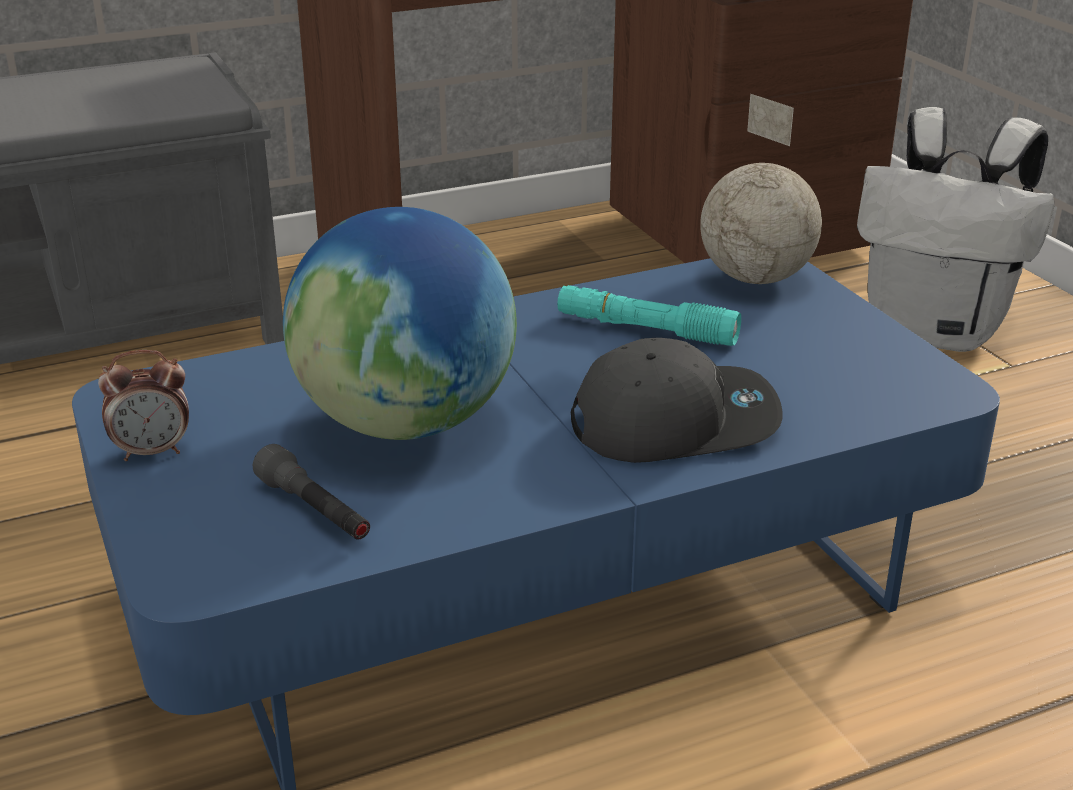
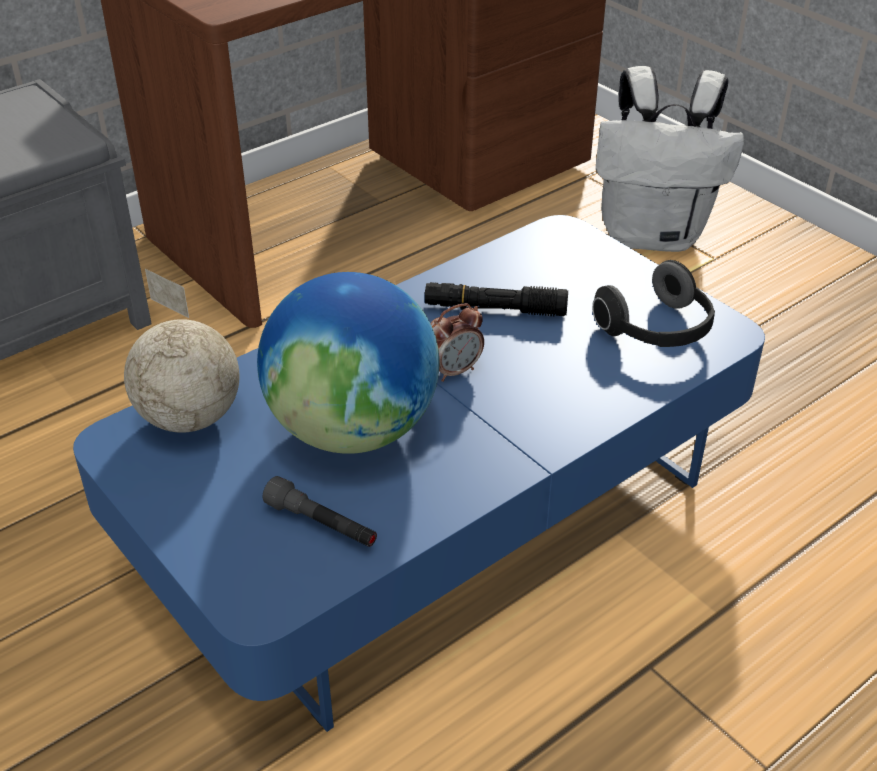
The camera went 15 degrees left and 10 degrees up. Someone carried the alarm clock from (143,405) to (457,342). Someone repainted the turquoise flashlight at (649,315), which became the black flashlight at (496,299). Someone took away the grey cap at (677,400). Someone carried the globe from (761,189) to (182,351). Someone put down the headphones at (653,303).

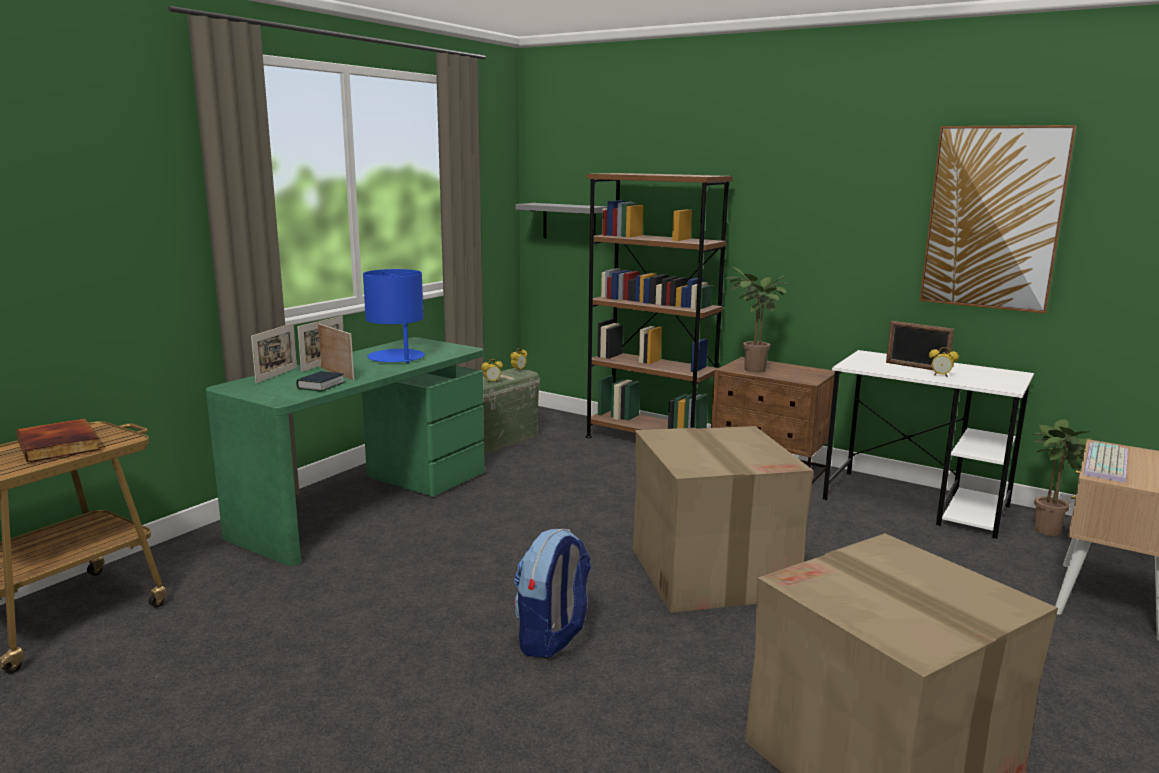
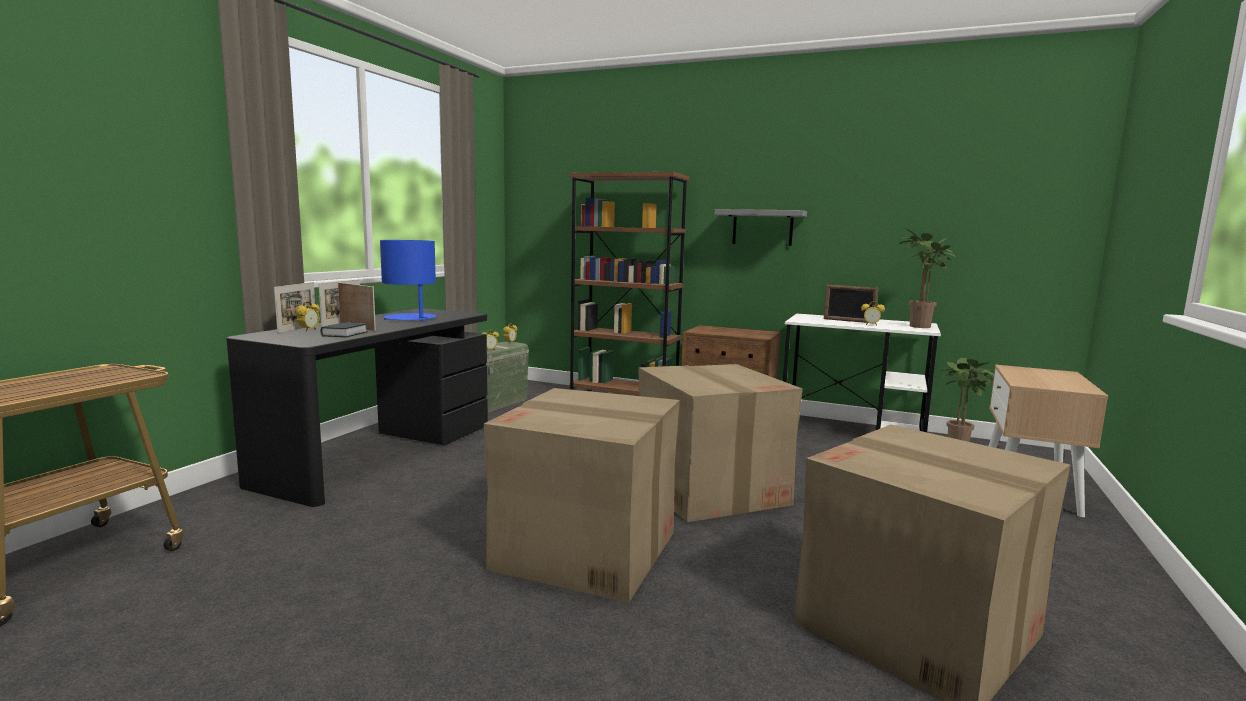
The camera went 10 degrees left and 5 degrees down. Someone took away the book at (58,440). Someone repainted the green desk at (345,451), which became the black desk at (357,407). Someone swapped the backpack at (552,593) for the cardboard box at (582,495). Someone carried the grey shelf from (561,220) to (761,227). Someone carried the potted plant from (758,320) to (927,278). Someone took away the picture at (998,219). Someone took away the keyboard at (1105,462). Someone put down the alarm clock at (307,316).

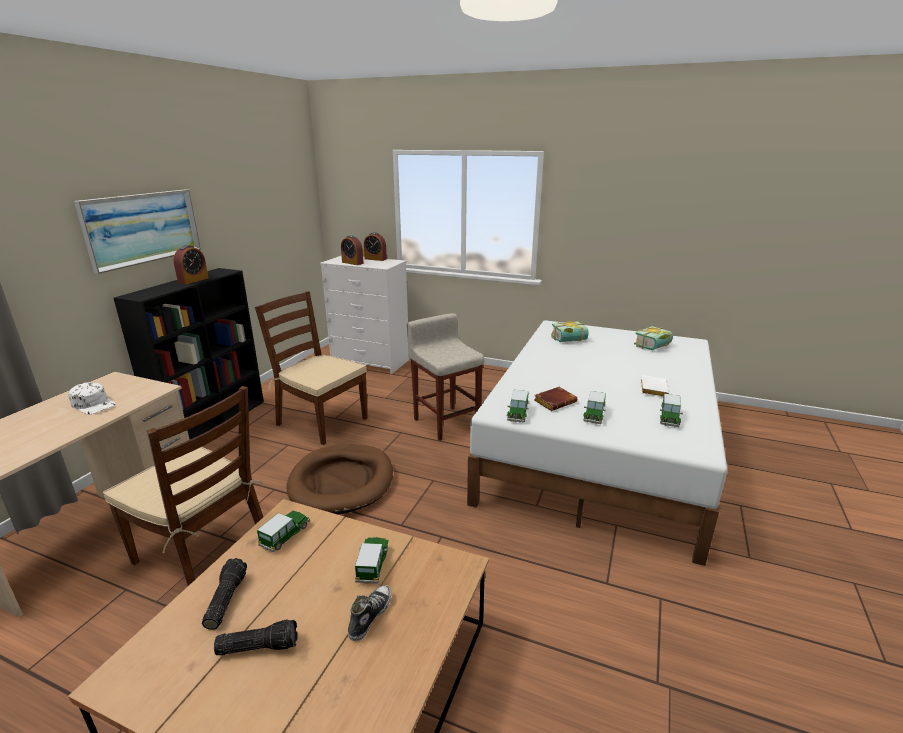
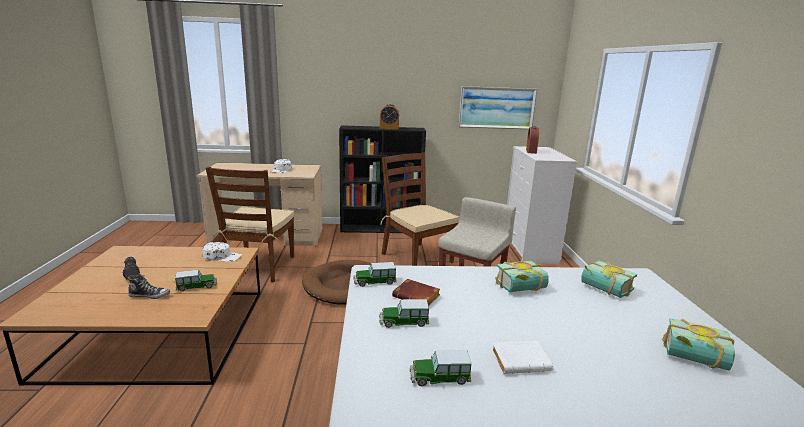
The camera went 65 degrees right and 5 degrees down. Someone carried the picture from (137,231) to (498,107). Someone took away the flashlight at (224,594). Someone rotated the brown chair at (311,368) by 45 degrees counterclockwise. Someone swapped the toy car at (283,531) for the white cap at (222,252). Someone took away the alarm clock at (375,246). Someone put down the book at (522,276).

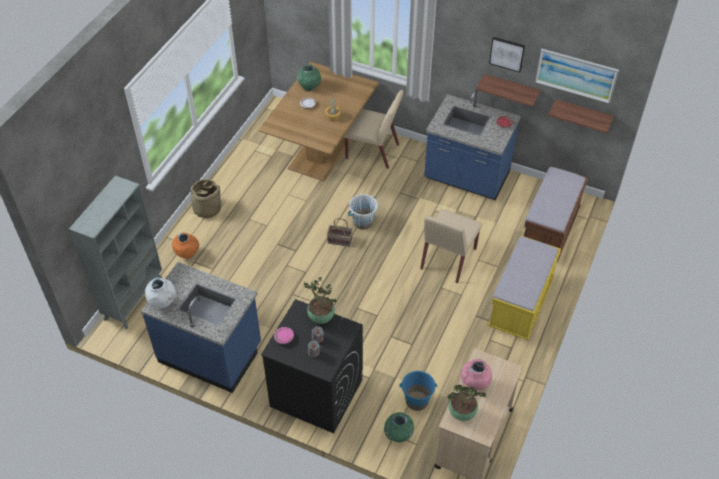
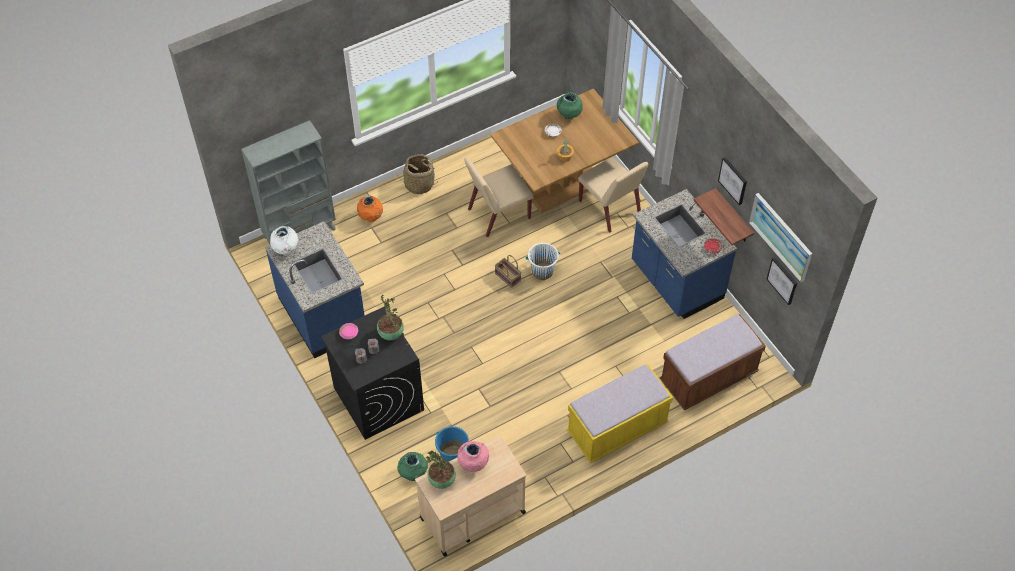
The camera went 35 degrees right and 5 degrees up. Someone carried the beige chair from (451,246) to (498,197). Someone swapped the shelf at (581,116) for the picture at (782,281).

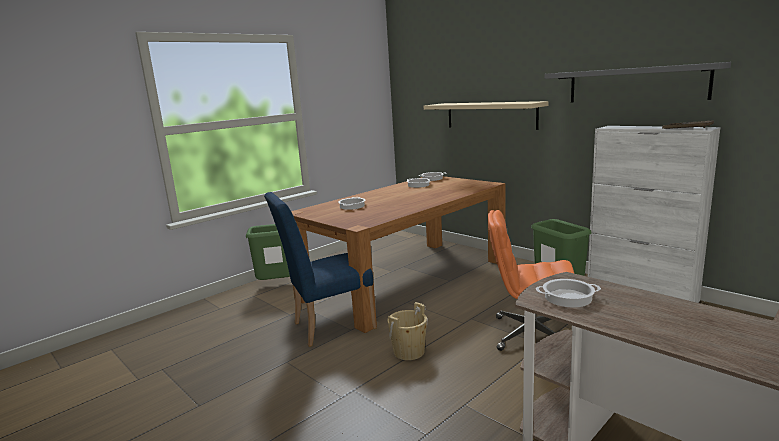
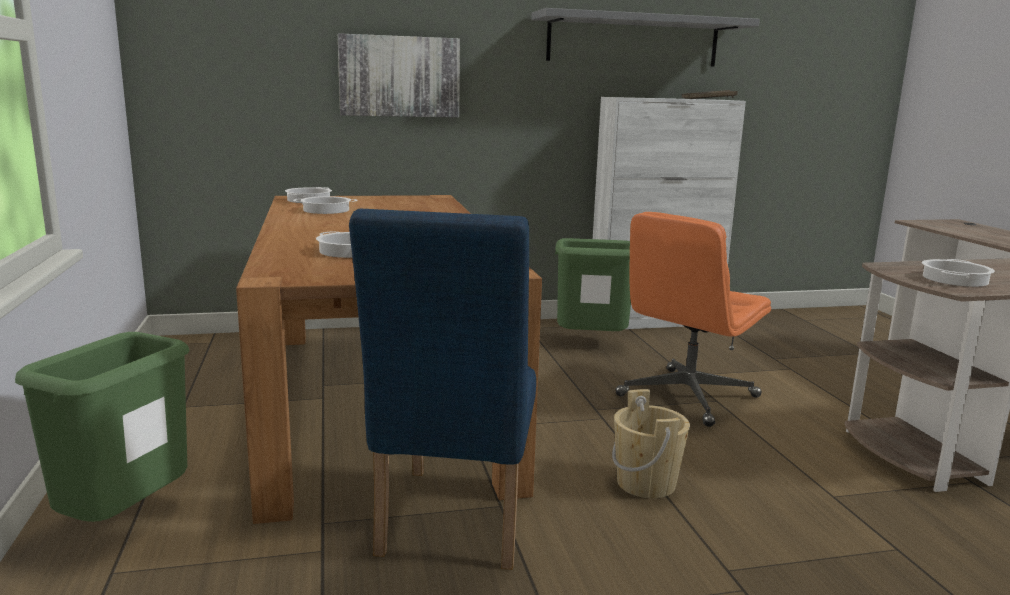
The camera went 60 degrees left and 0 degrees up. Someone swapped the beige shelf at (486,115) for the picture at (399,75).

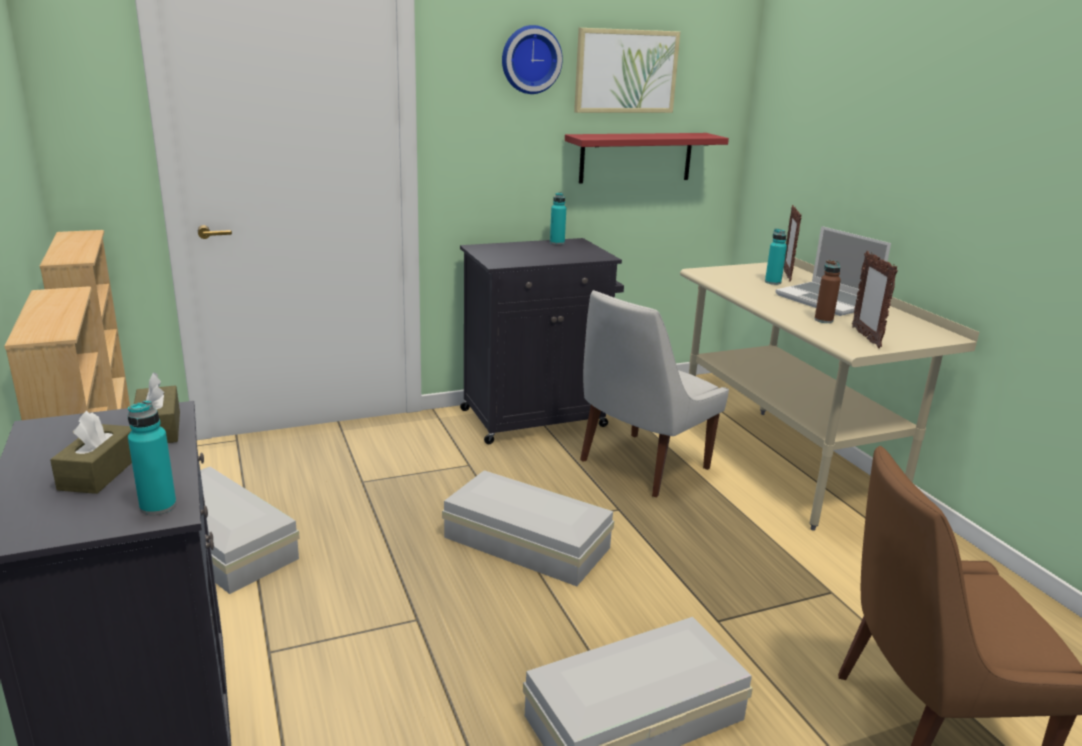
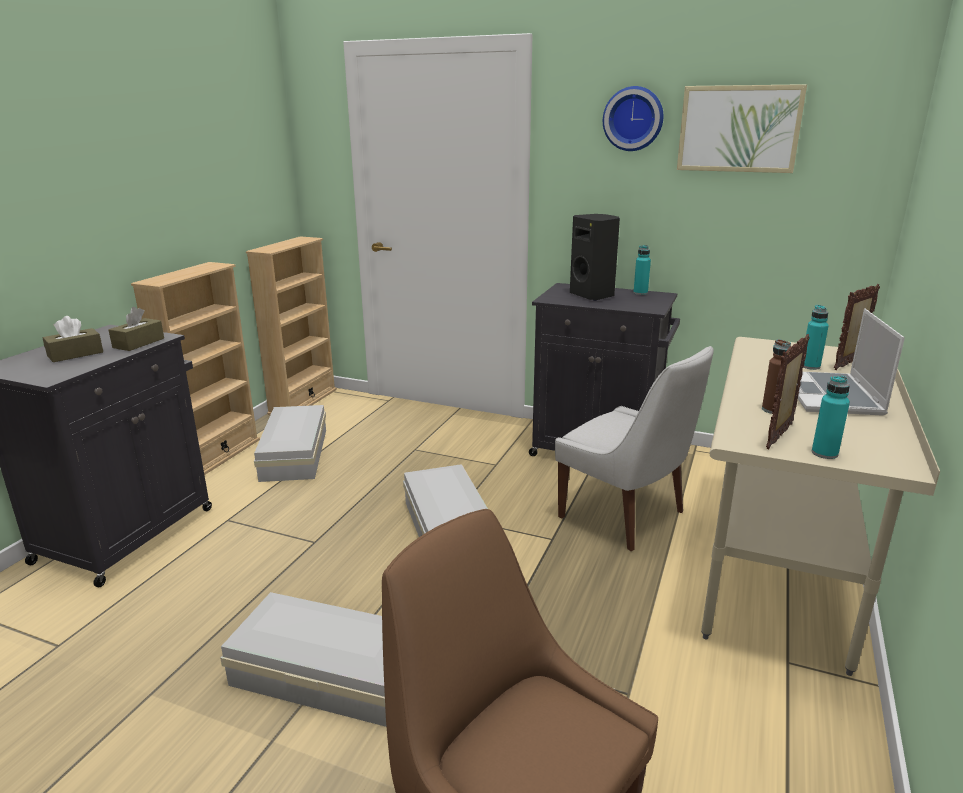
The camera went 45 degrees right and 0 degrees up. Someone carried the turquoise bottle from (151,457) to (831,417). Someone took away the red shelf at (647,158). Someone rotated the white chair at (654,393) by 135 degrees counterclockwise. Someone put down the black speaker at (595,257).

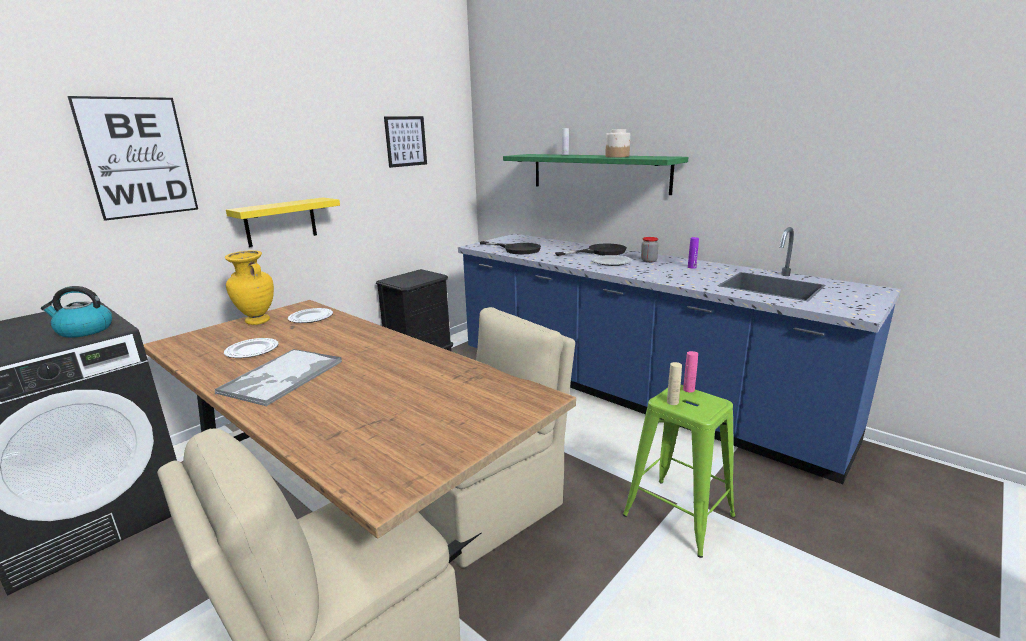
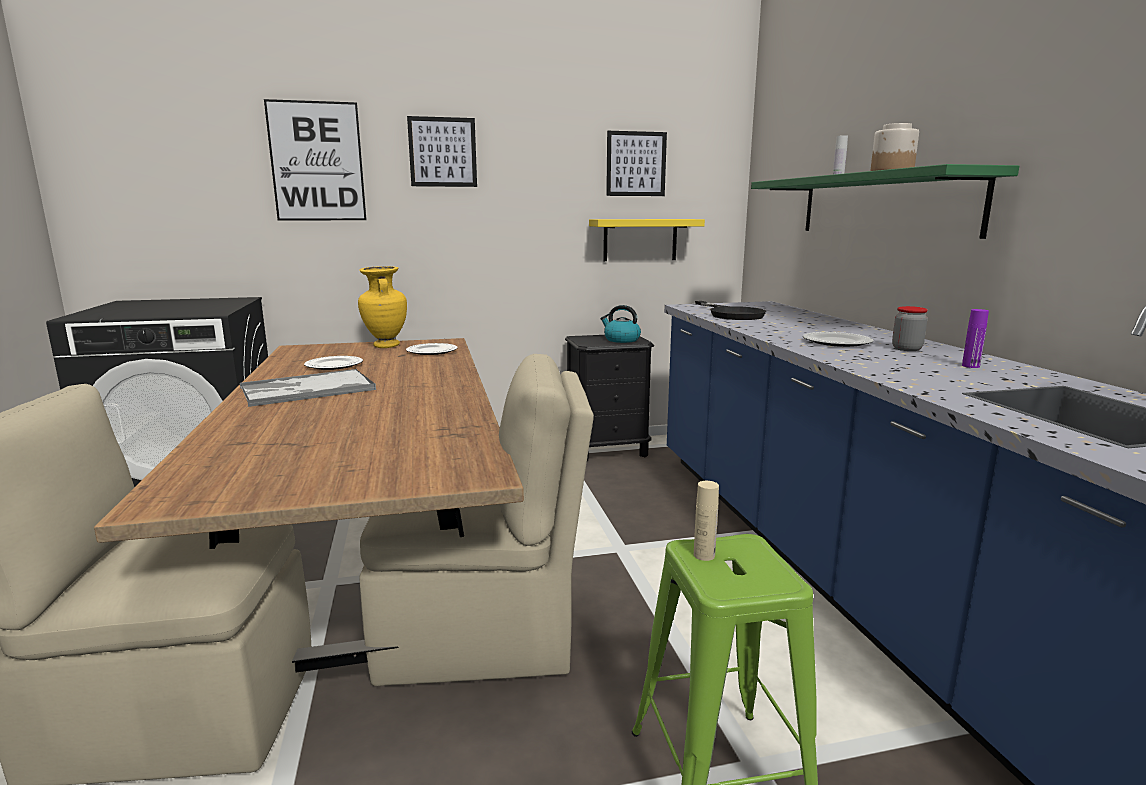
The camera went 35 degrees right and 5 degrees down. Someone carried the kettle from (76,312) to (620,324). Someone carried the yellow shelf from (283,222) to (647,240). Someone took away the black frying pan at (591,250). Someone took away the pink bottle at (690,371). Someone put up the picture at (442,151).

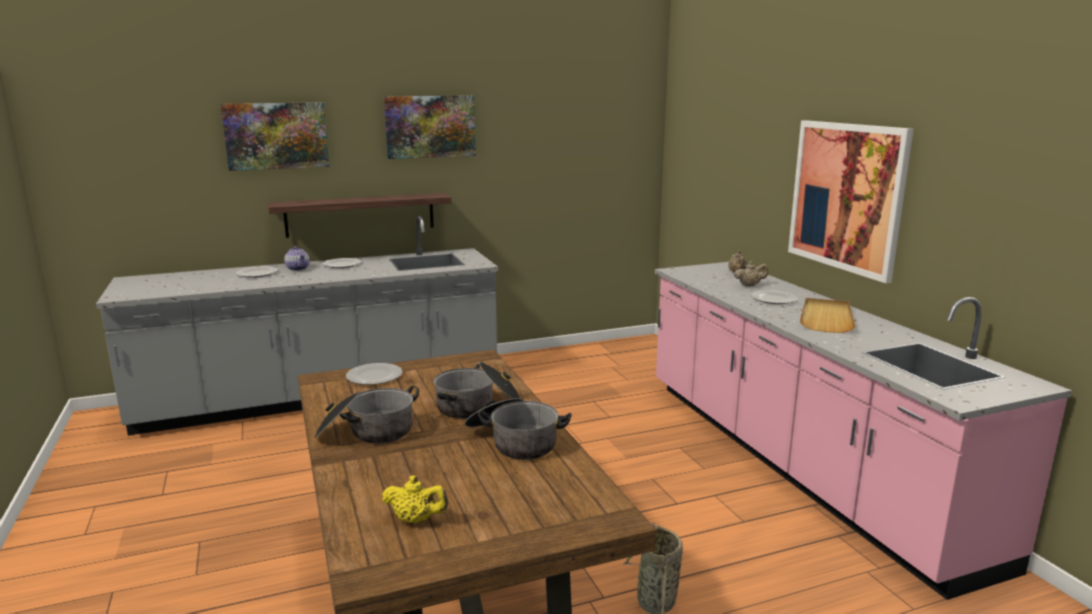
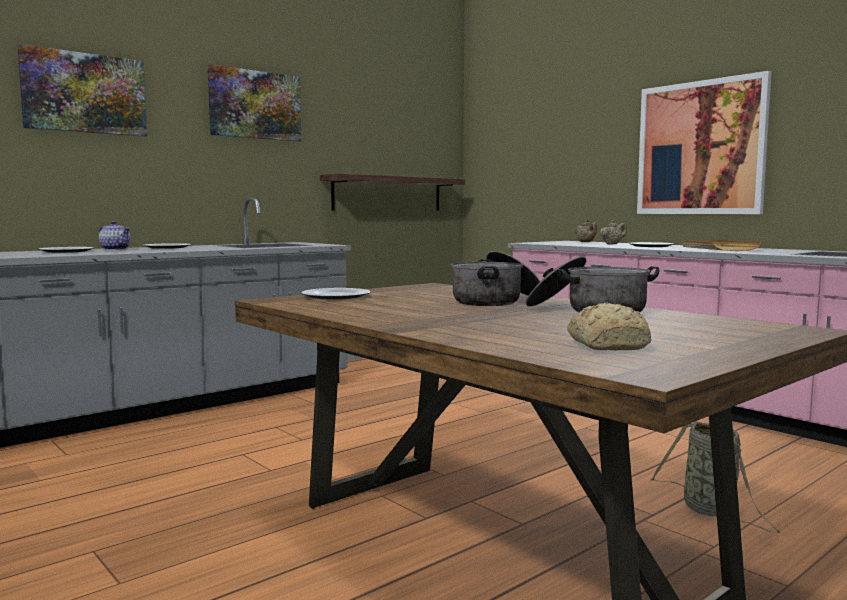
The camera went 20 degrees left and 10 degrees down. Someone carried the shelf from (360,215) to (392,192). Someone took away the cooking pot at (366,415). Someone swapped the yellow teapot at (415,499) for the bread at (609,326).

